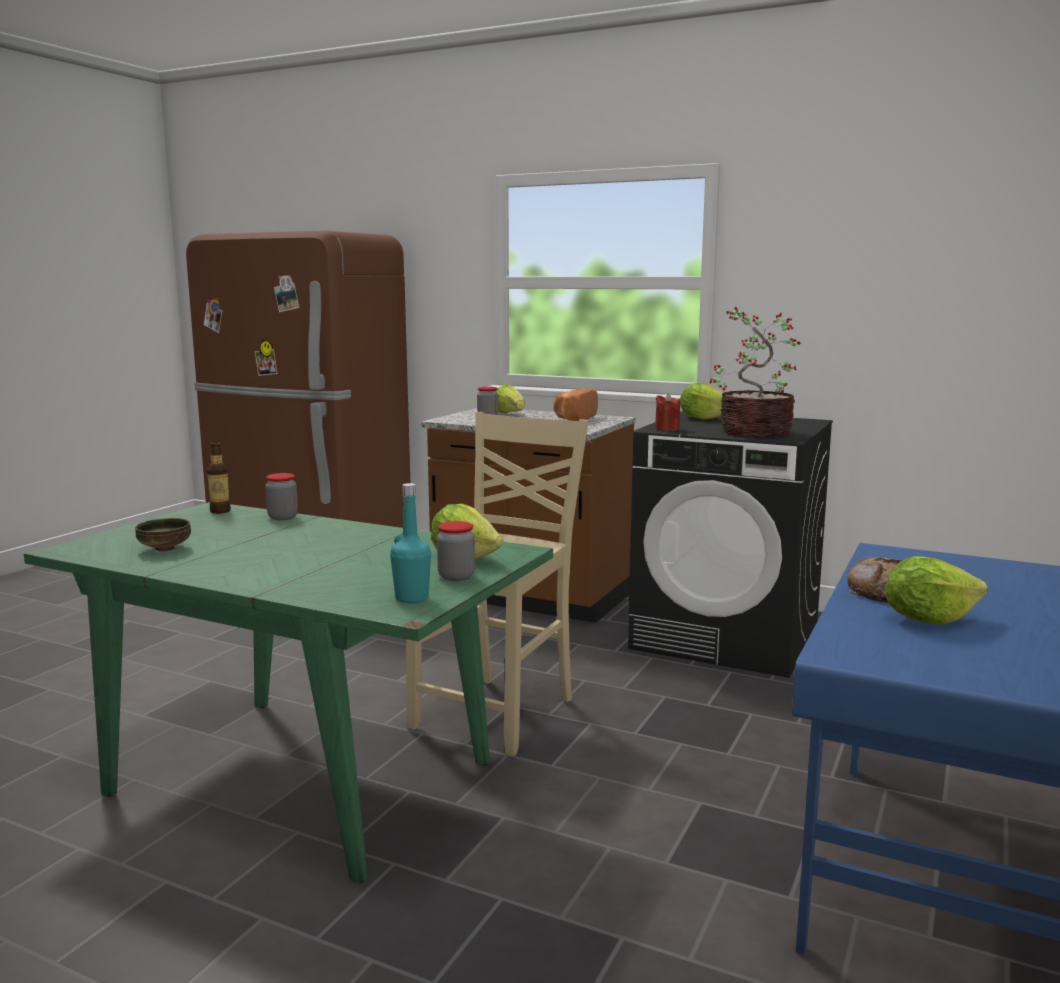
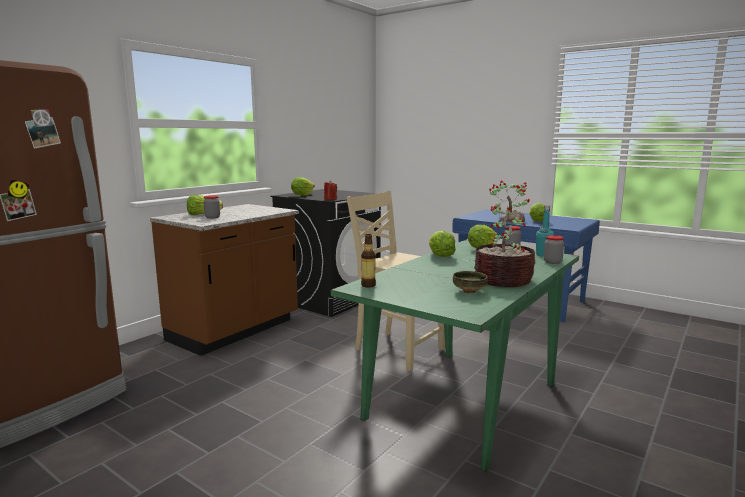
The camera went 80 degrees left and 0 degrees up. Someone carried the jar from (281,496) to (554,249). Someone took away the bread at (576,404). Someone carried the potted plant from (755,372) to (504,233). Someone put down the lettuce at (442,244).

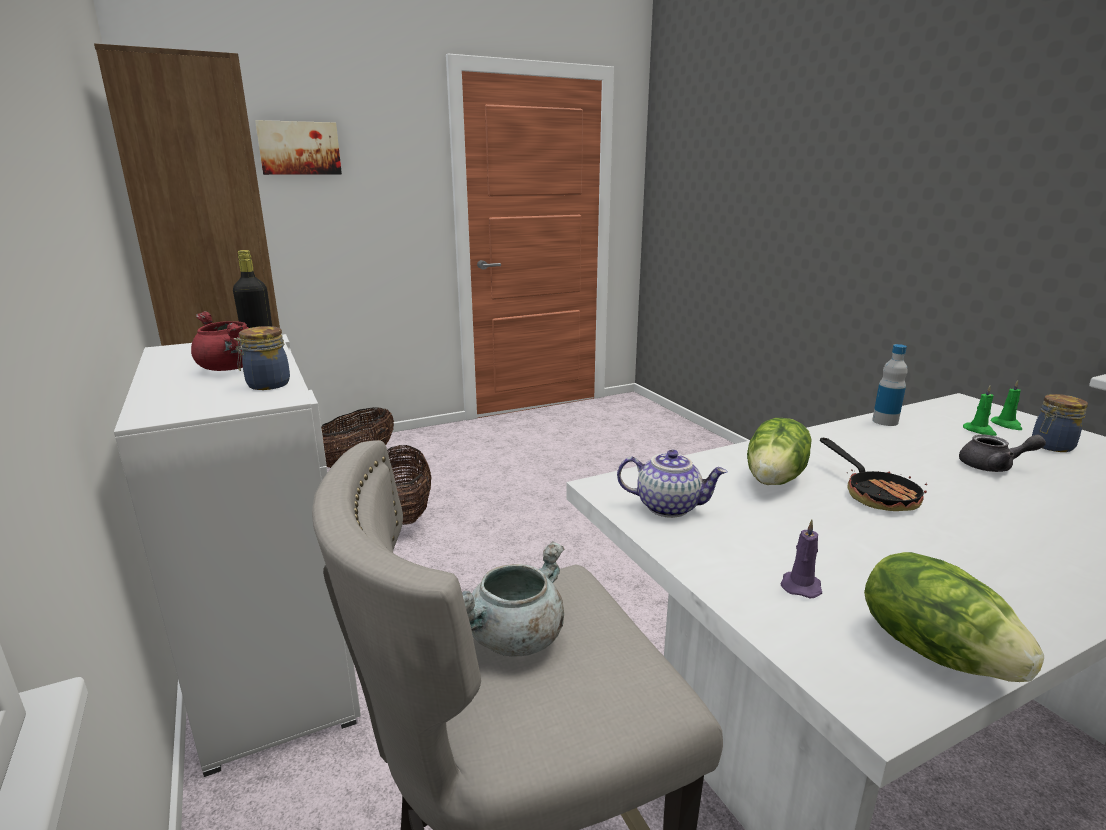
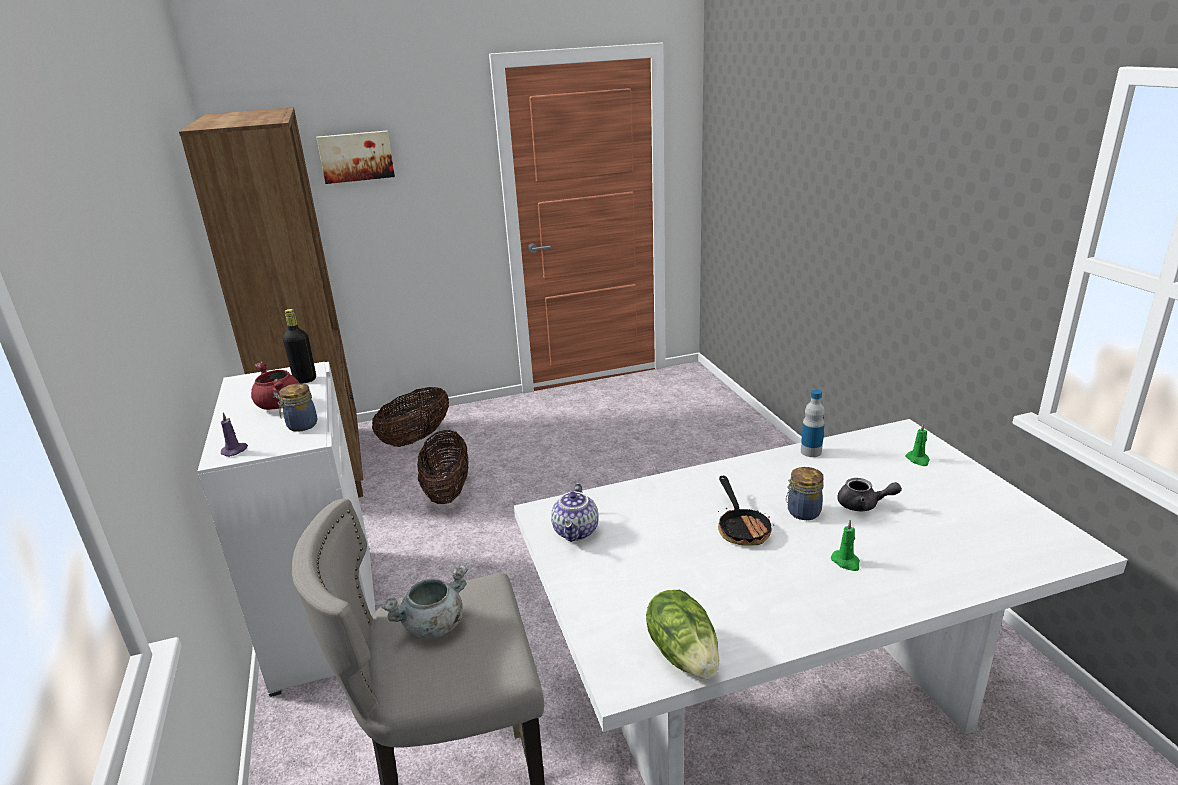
The camera went 10 degrees right and 5 degrees up. Someone rotated the teapot at (672,483) by 75 degrees clockwise. Someone took away the lettuce at (779,451). Someone carried the purple candle from (801,559) to (234,434). Someone carried the green candle from (980,410) to (845,545). Someone carried the jar from (1060,423) to (805,493).

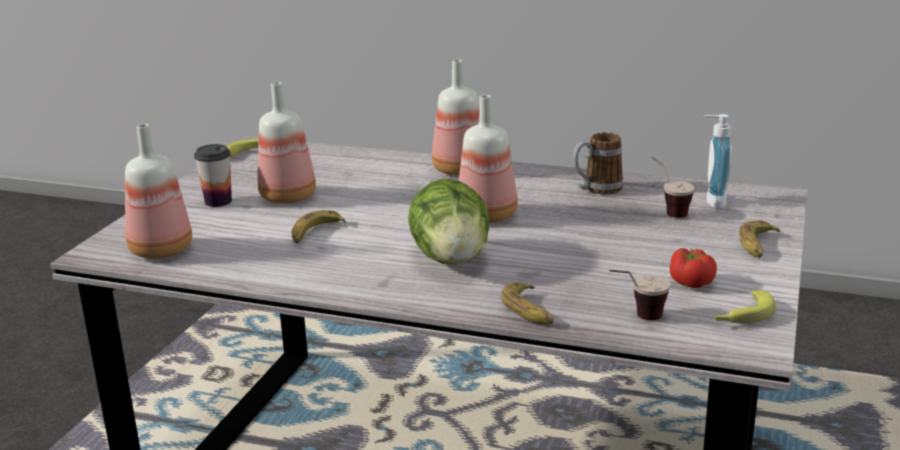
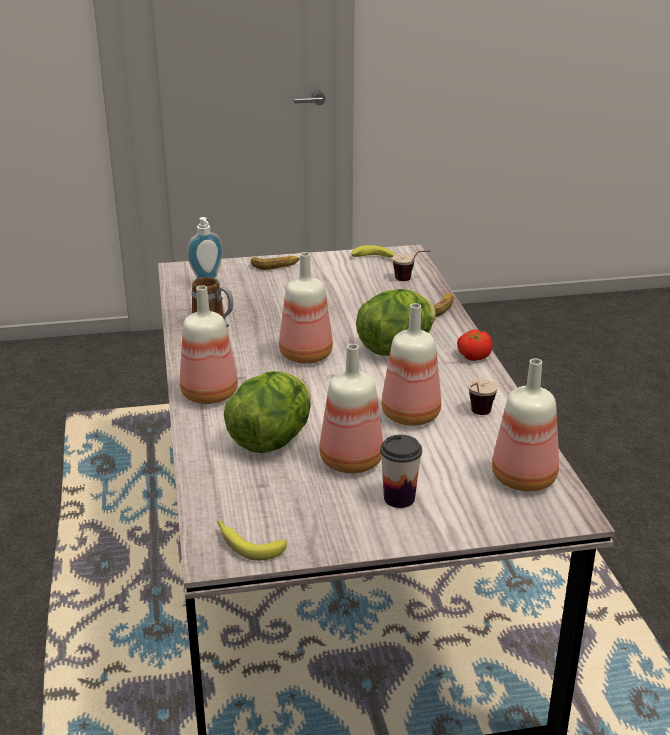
The camera went 120 degrees left and 5 degrees up. Someone swapped the banana at (319,227) for the bottle at (411,364). Someone carried the cup from (673,187) to (483,397). Someone carried the tomato from (693,268) to (475,345). Someone put down the lettuce at (267,412).

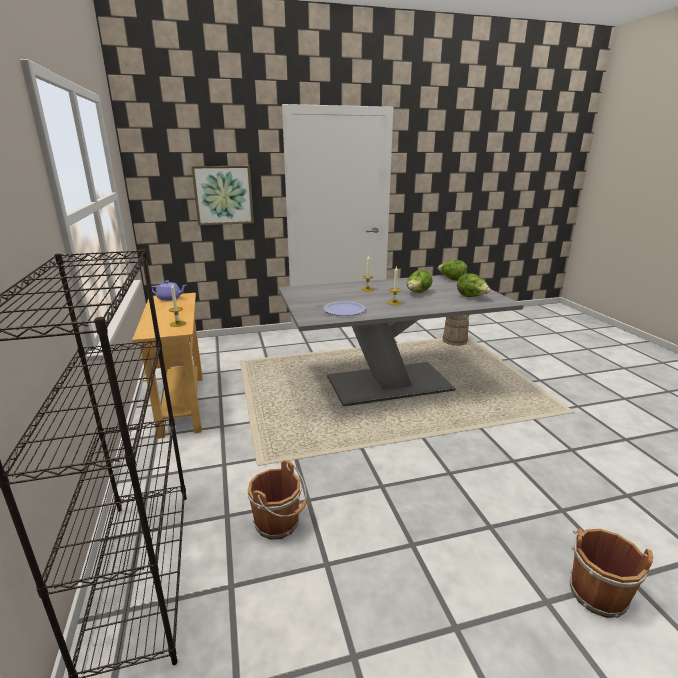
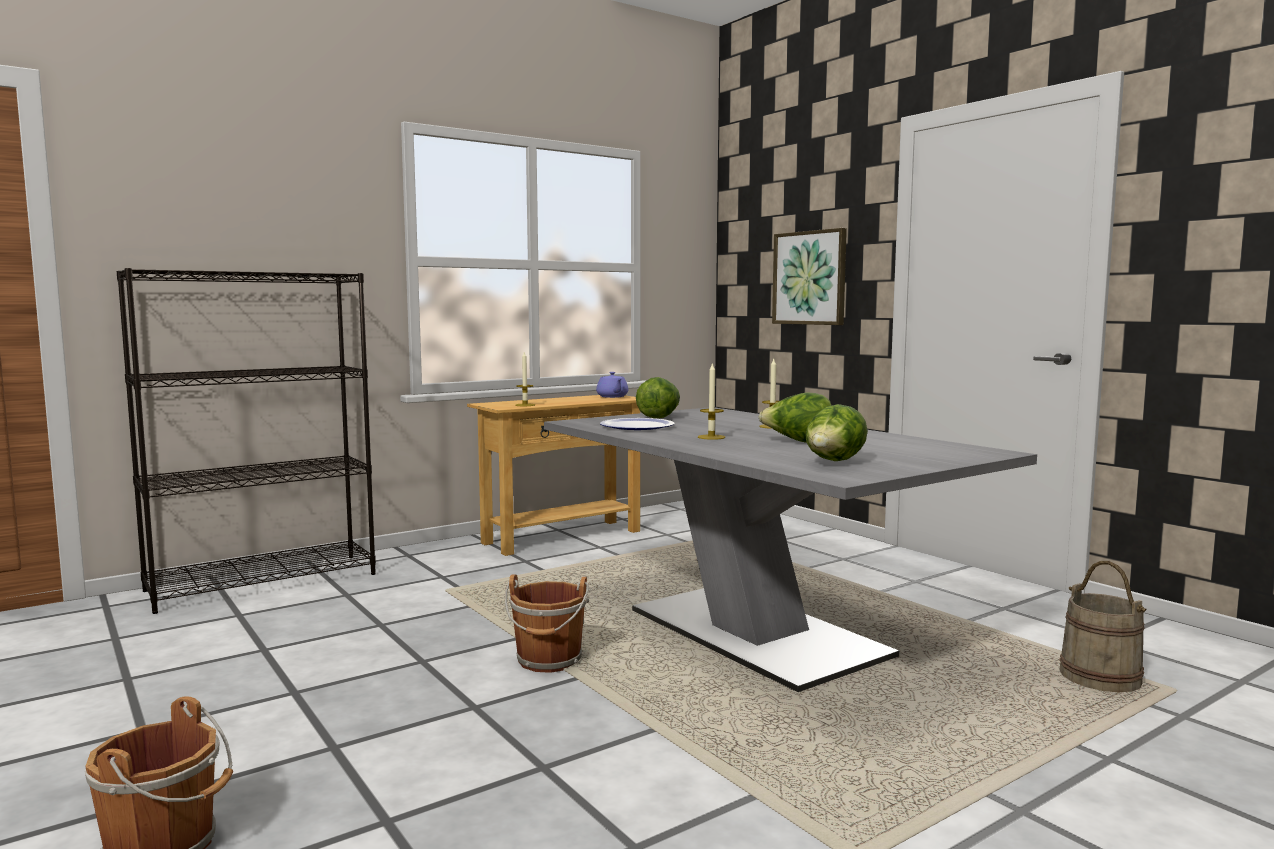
The camera went 70 degrees right and 15 degrees down. Someone carried the brown bucket from (277,500) to (547,624). Someone carried the lettuce from (452,270) to (658,398).

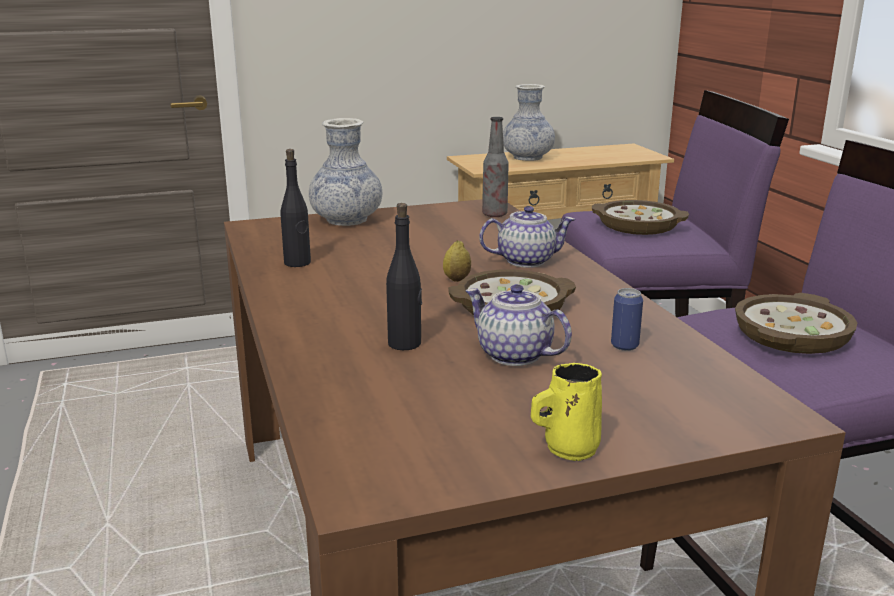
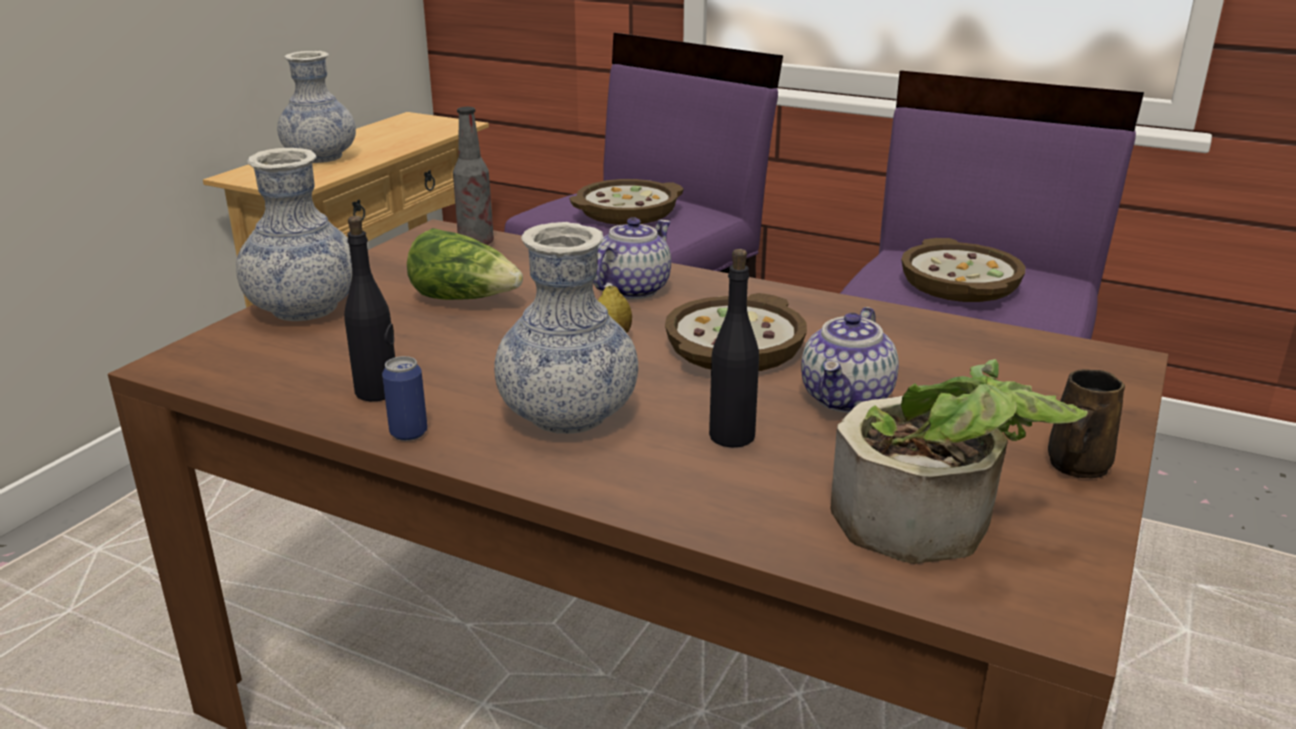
The camera went 45 degrees left and 5 degrees up. Someone rotated the teapot at (519,325) by 60 degrees counterclockwise. Someone repainted the yellow mug at (566,412), which became the brown mug at (1086,423). Someone carried the can from (627,319) to (404,398). Someone put down the lettuce at (465,264). Someone put down the vase at (566,328). Someone put down the potted plant at (959,461).

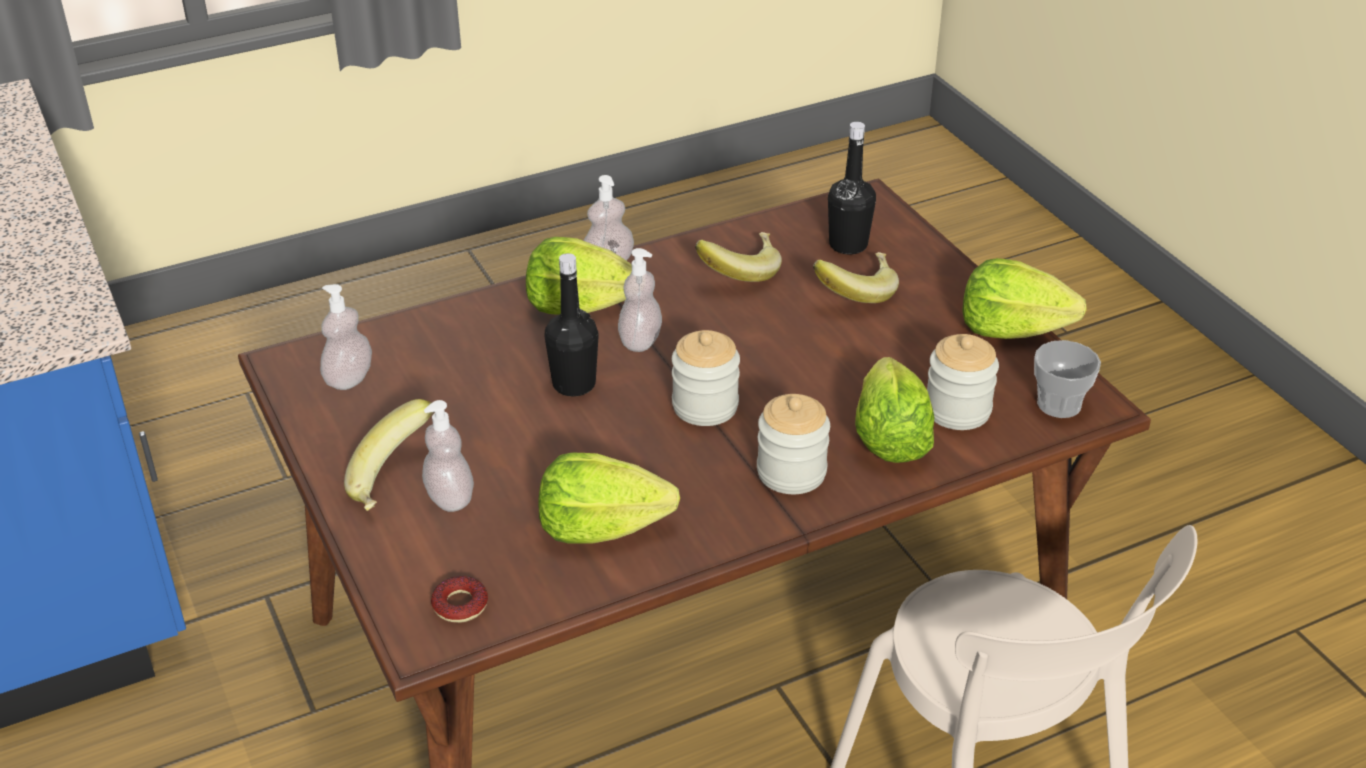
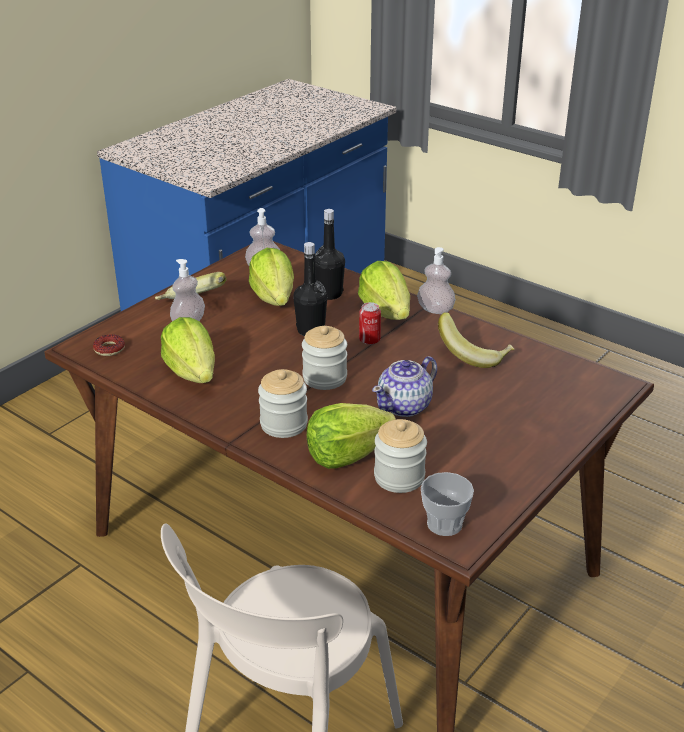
The camera went 65 degrees right and 5 degrees down. Someone swapped the soap dispenser at (640,300) for the can at (370,323). Someone took away the banana at (856,277). Someone carried the black bottle from (852,188) to (330,254). Someone carried the lettuce from (1024,298) to (271,277). Someone put down the teapot at (404,386).

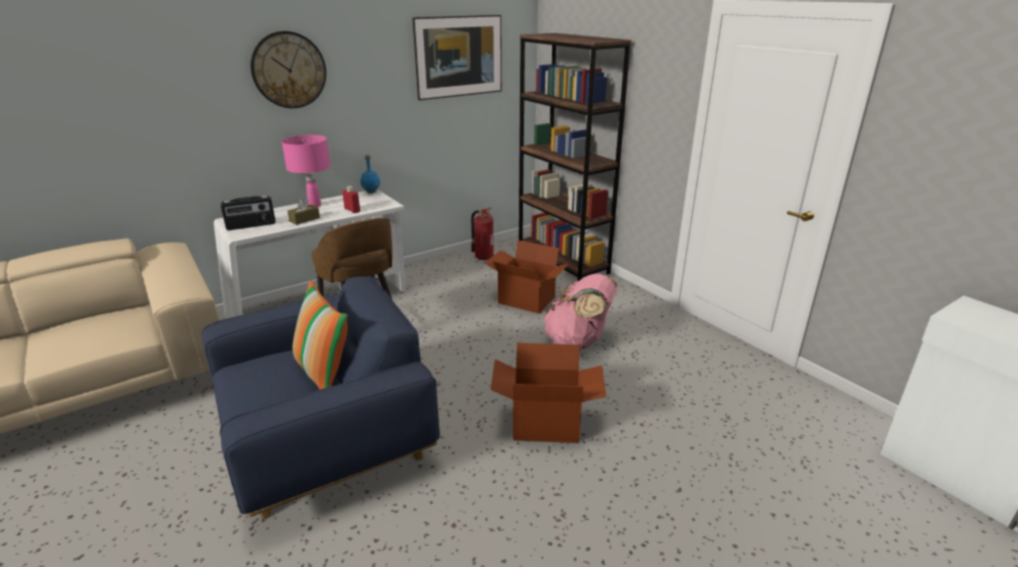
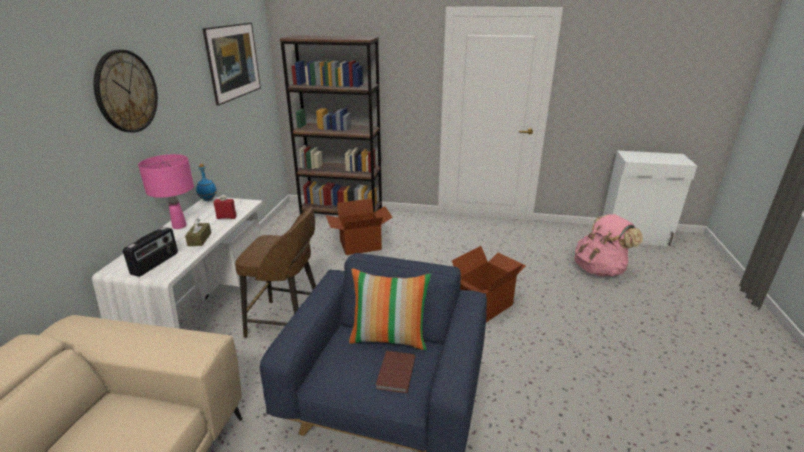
The camera went 45 degrees left and 0 degrees up. Someone took away the fire extinguisher at (482,234). Someone carried the pink backpack from (580,312) to (608,245). Someone put down the brown book at (396,372).

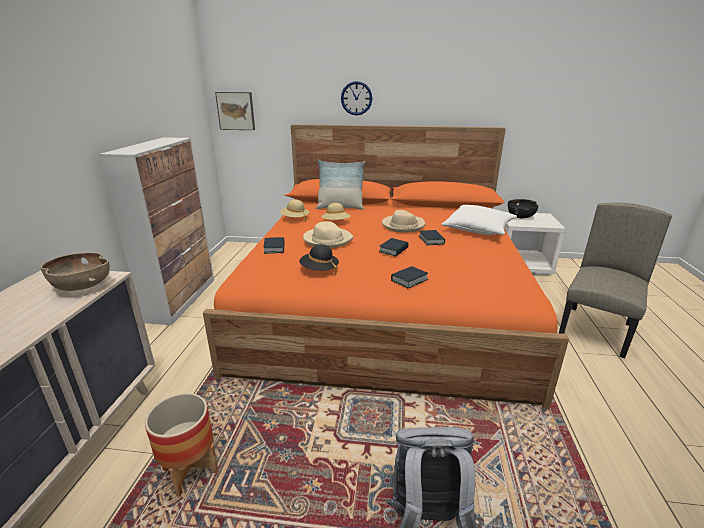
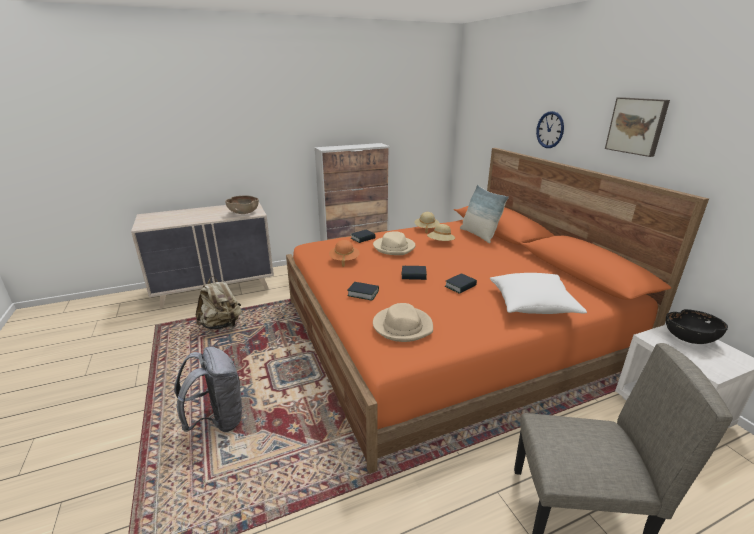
The camera went 60 degrees right and 0 degrees up. Someone swapped the planter at (181,445) for the beige backpack at (219,302). Someone carried the picture from (235,111) to (637,127). Someone repainted the black hat at (319,259), which became the orange hat at (344,253). Someone carried the beige hat from (403,221) to (403,322).

